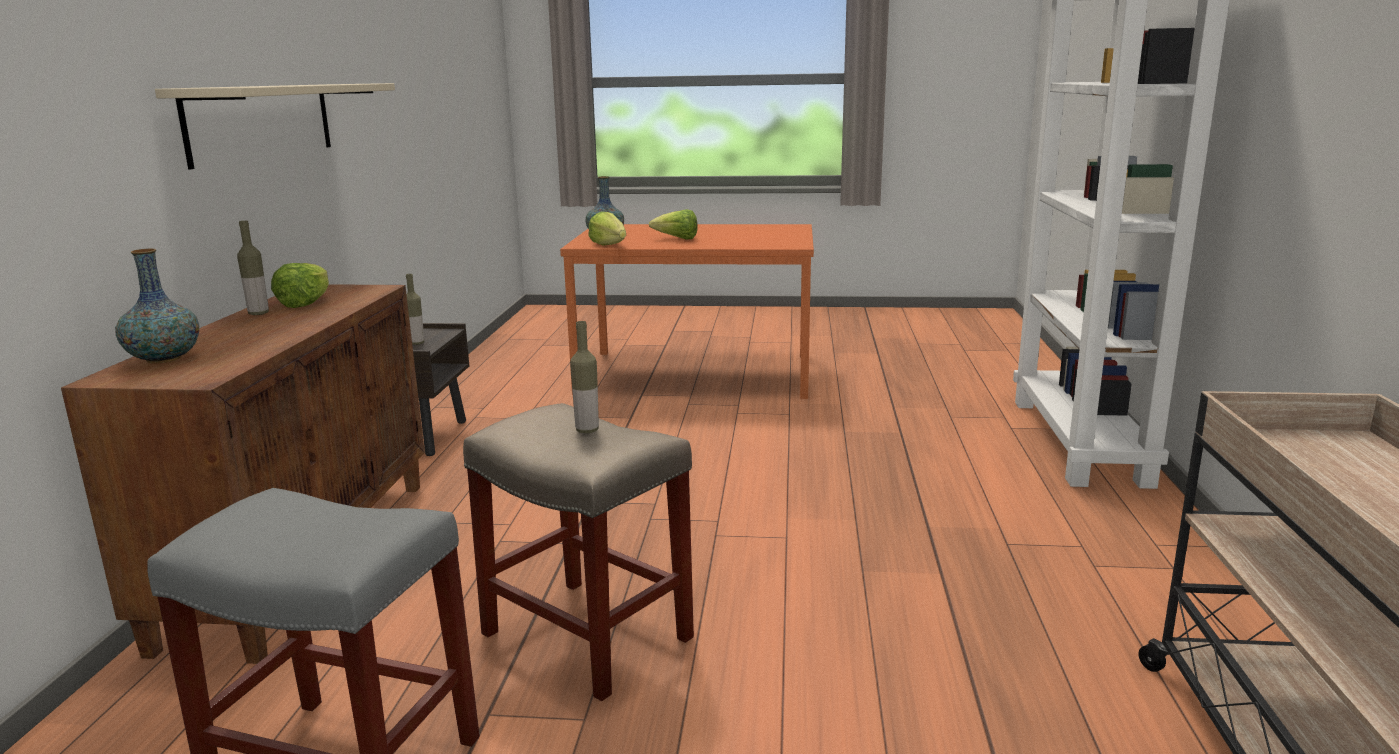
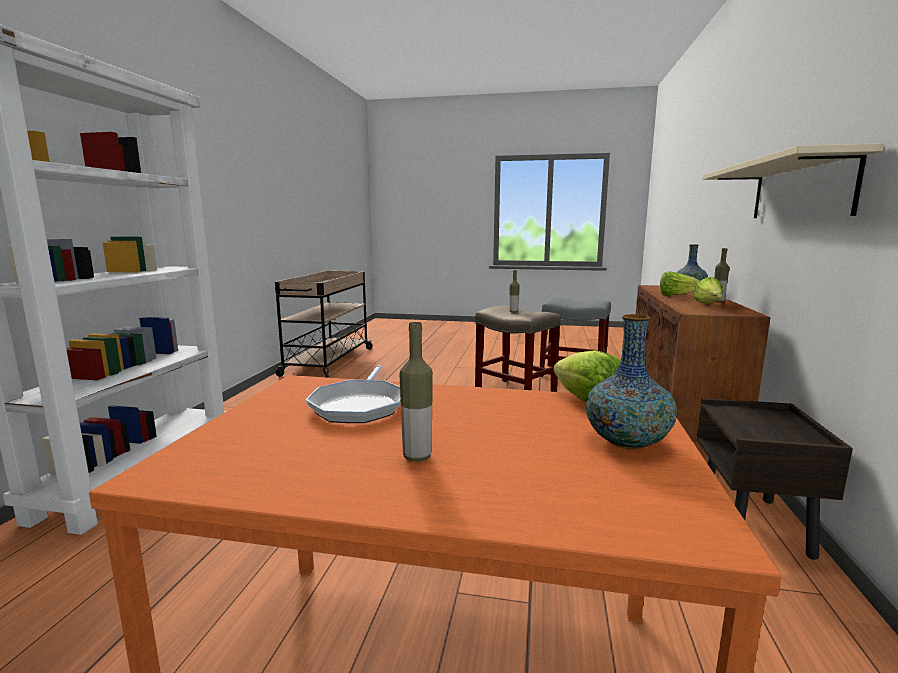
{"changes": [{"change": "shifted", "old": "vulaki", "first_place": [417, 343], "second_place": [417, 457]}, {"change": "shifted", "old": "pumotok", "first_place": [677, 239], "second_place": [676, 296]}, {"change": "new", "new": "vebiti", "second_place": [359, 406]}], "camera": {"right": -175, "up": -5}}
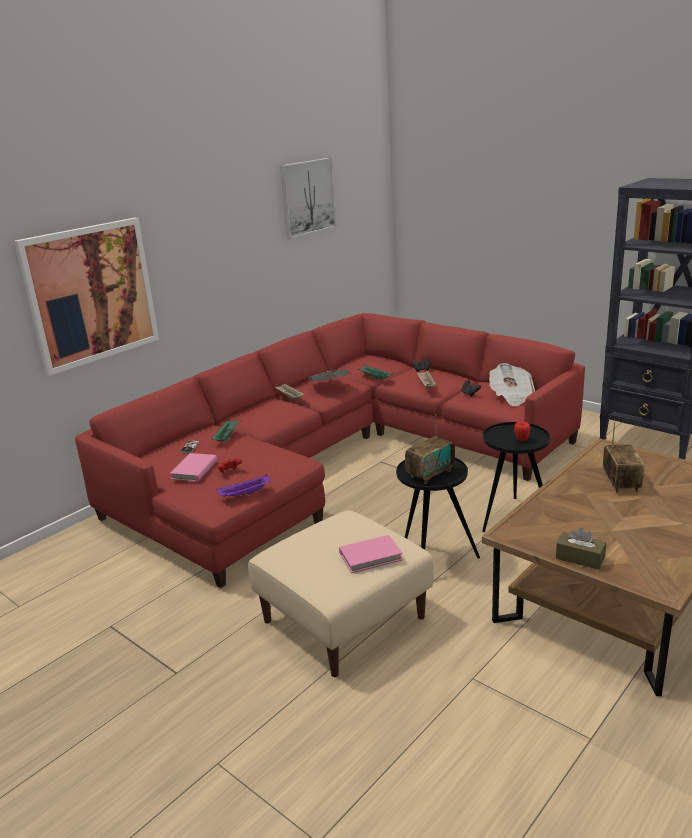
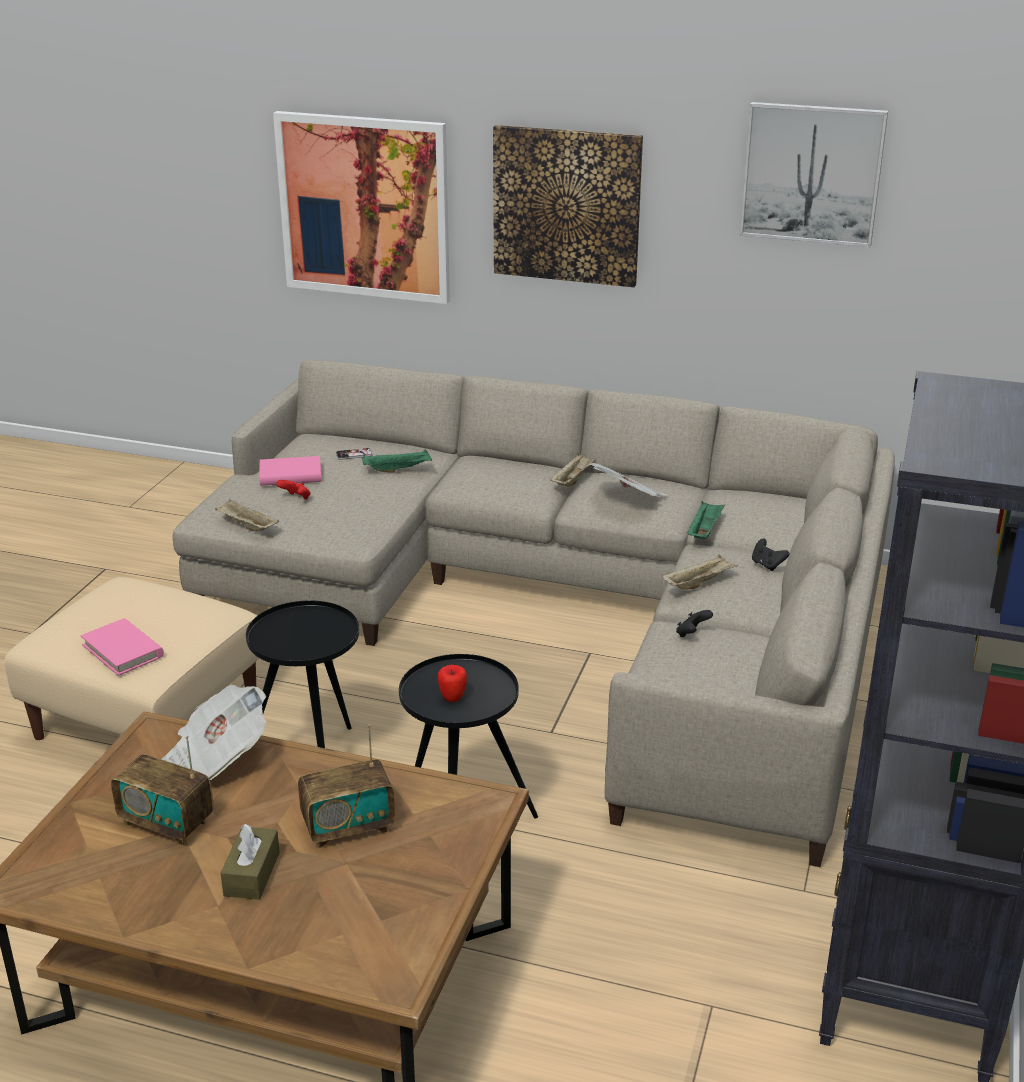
{"changes": [{"change": "repainted", "old": "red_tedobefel", "new": "beige_tedobefel", "first_place": [334, 460], "second_place": [566, 610]}, {"change": "repainted", "old": "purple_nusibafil", "new": "beige_nusibafil", "first_place": [244, 494], "second_place": [246, 526]}, {"change": "shifted", "old": "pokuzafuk", "first_place": [430, 474], "second_place": [167, 823]}, {"change": "shifted", "old": "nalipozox", "first_place": [511, 397], "second_place": [215, 759]}, {"change": "shifted", "old": "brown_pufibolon", "first_place": [580, 558], "second_place": [252, 874]}, {"change": "new", "new": "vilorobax", "second_place": [566, 205]}], "camera": {"right": 65, "up": 5}}
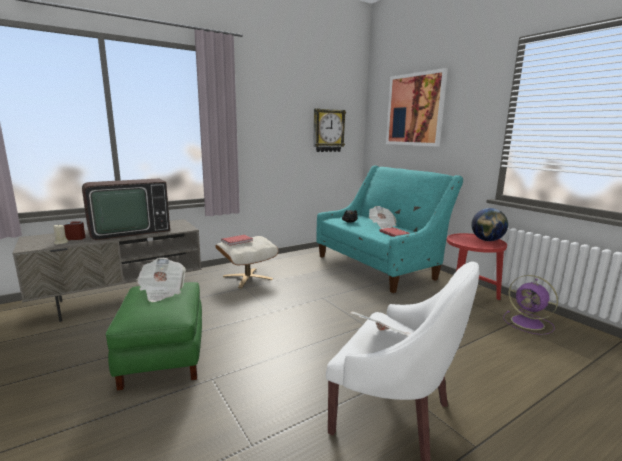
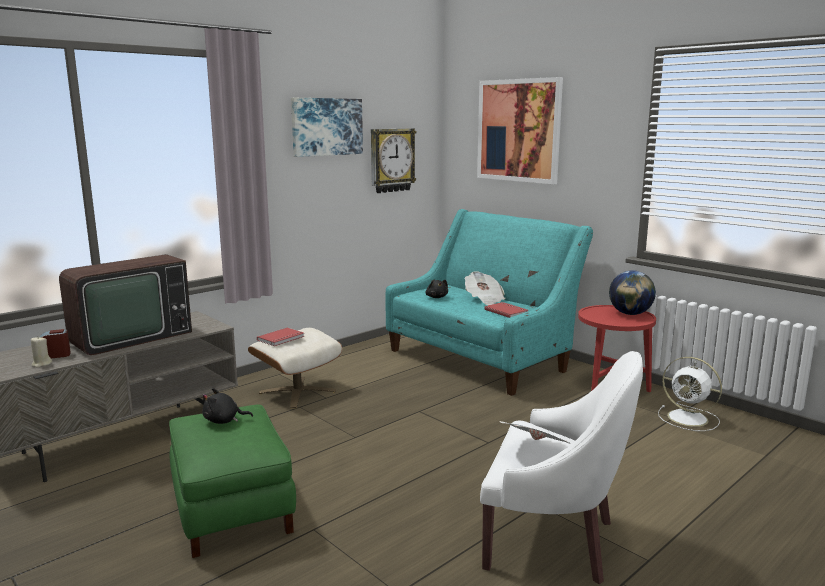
{"changes": [{"change": "swapped", "old": "nalipozox", "new": "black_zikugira", "first_place": [162, 291], "second_place": [224, 421]}, {"change": "repainted", "old": "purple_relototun", "new": "white_relototun", "first_place": [529, 323], "second_place": [689, 418]}, {"change": "new", "new": "vilorobax", "second_place": [326, 127]}], "camera": {"right": -10, "up": 0}}
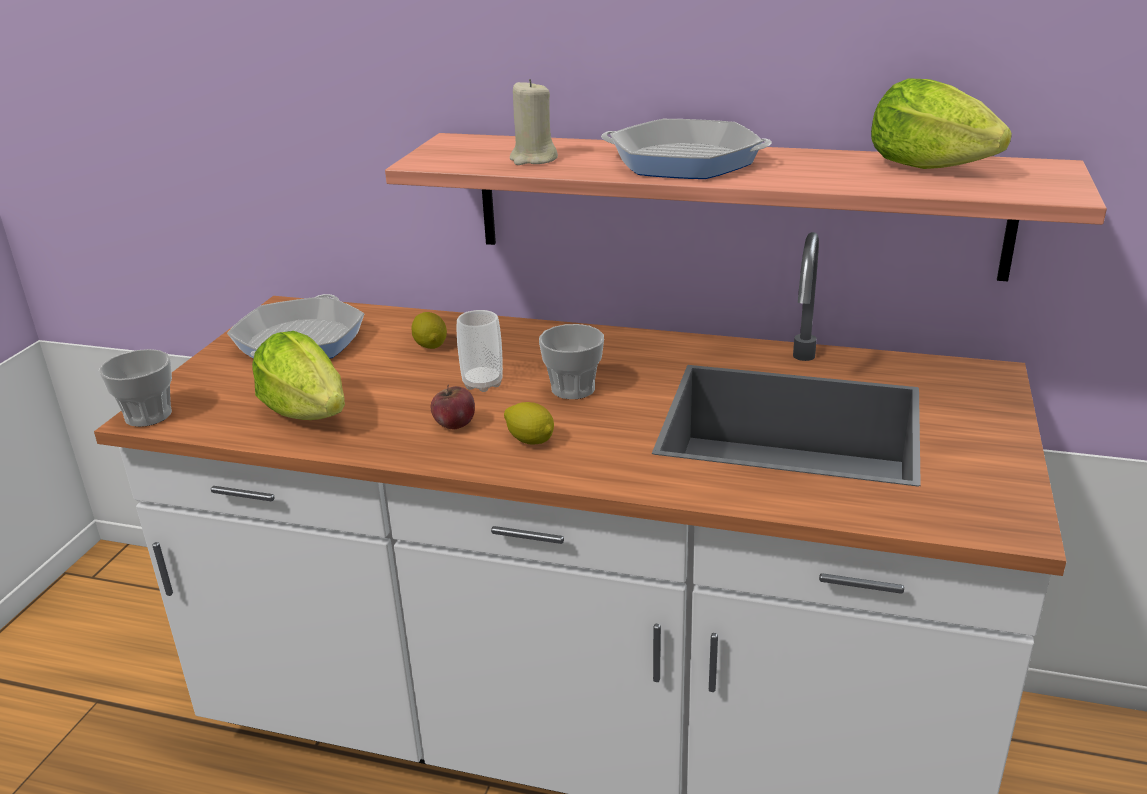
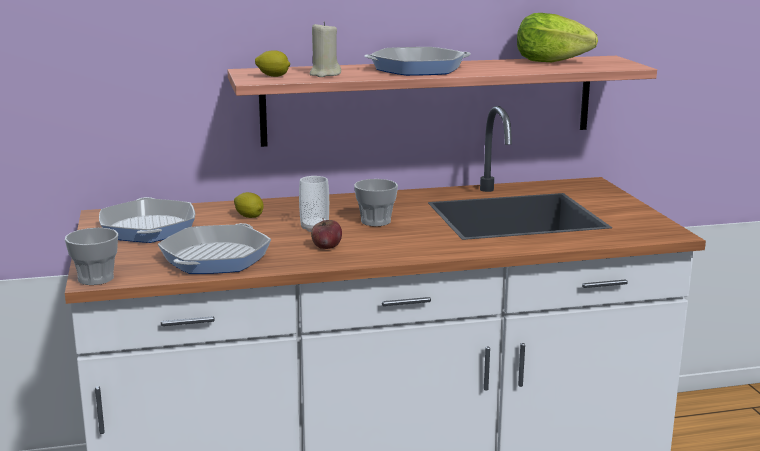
{"changes": [{"change": "swapped", "old": "pumotok", "new": "vebiti", "first_place": [307, 412], "second_place": [215, 258]}, {"change": "shifted", "old": "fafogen", "first_place": [530, 440], "second_place": [273, 76]}], "camera": {"right": -30, "up": -10}}
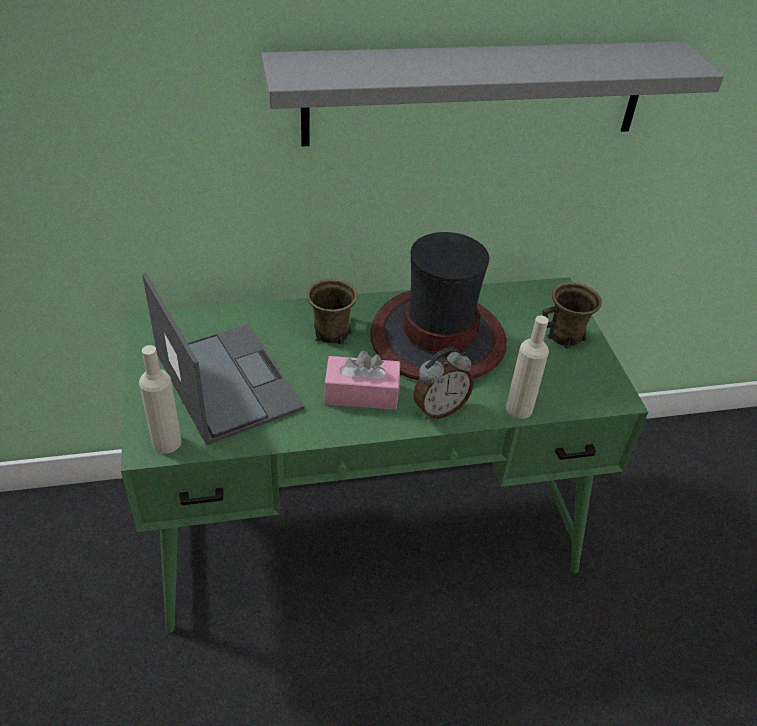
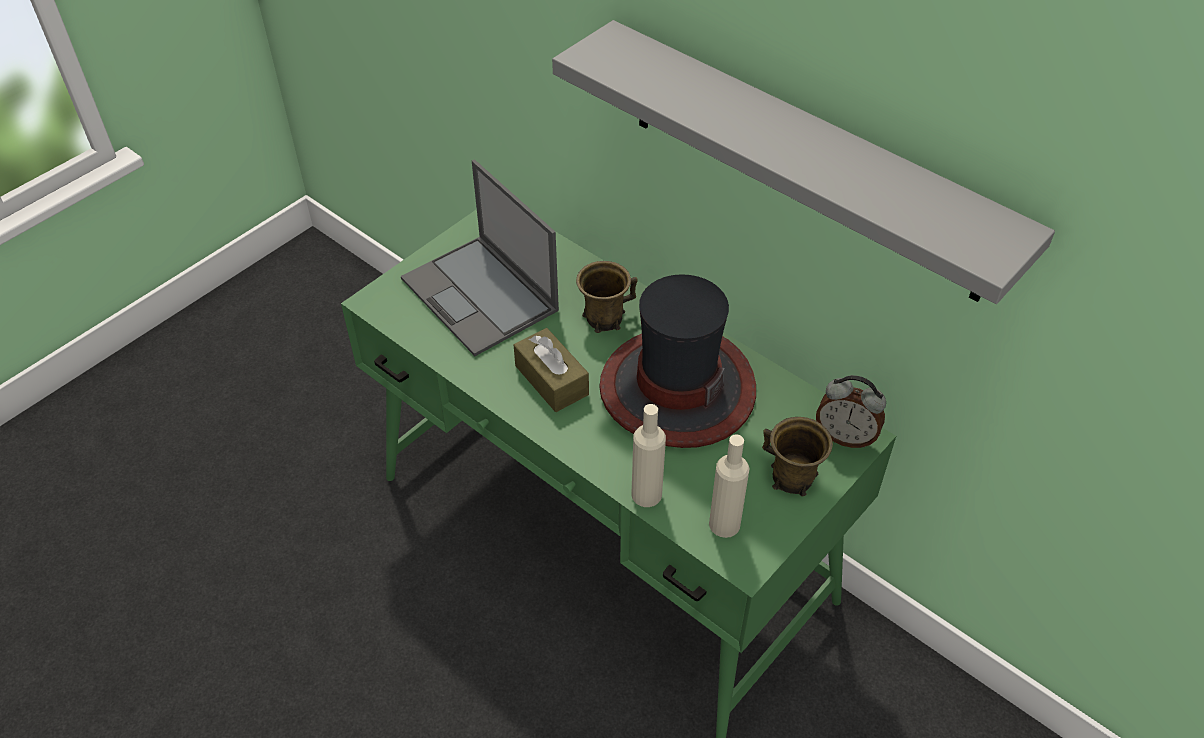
{"changes": [{"change": "shifted", "old": "beige_vulaki", "first_place": [166, 442], "second_place": [724, 524]}, {"change": "rotated", "old": "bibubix", "first_place": [226, 381], "second_place": [481, 295], "degrees": 120}, {"change": "repainted", "old": "pink_pufibolon", "new": "brown_pufibolon", "first_place": [361, 393], "second_place": [551, 380]}, {"change": "shifted", "old": "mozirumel", "first_place": [439, 409], "second_place": [845, 436]}], "camera": {"right": 55, "up": 5}}
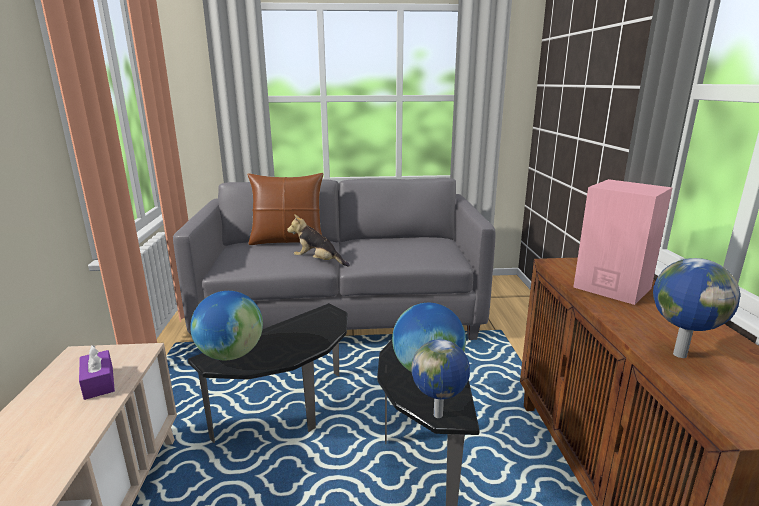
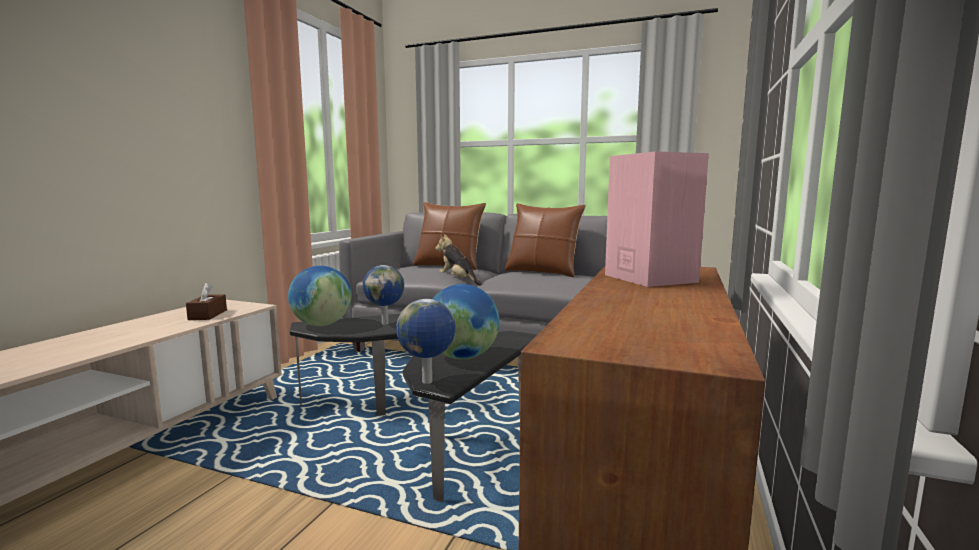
{"changes": [{"change": "repainted", "old": "purple_pufibolon", "new": "brown_pufibolon", "first_place": [99, 382], "second_place": [208, 315]}, {"change": "shifted", "old": "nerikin", "first_place": [678, 354], "second_place": [385, 323]}, {"change": "new", "new": "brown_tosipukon", "second_place": [542, 272]}], "camera": {"right": 25, "up": -10}}
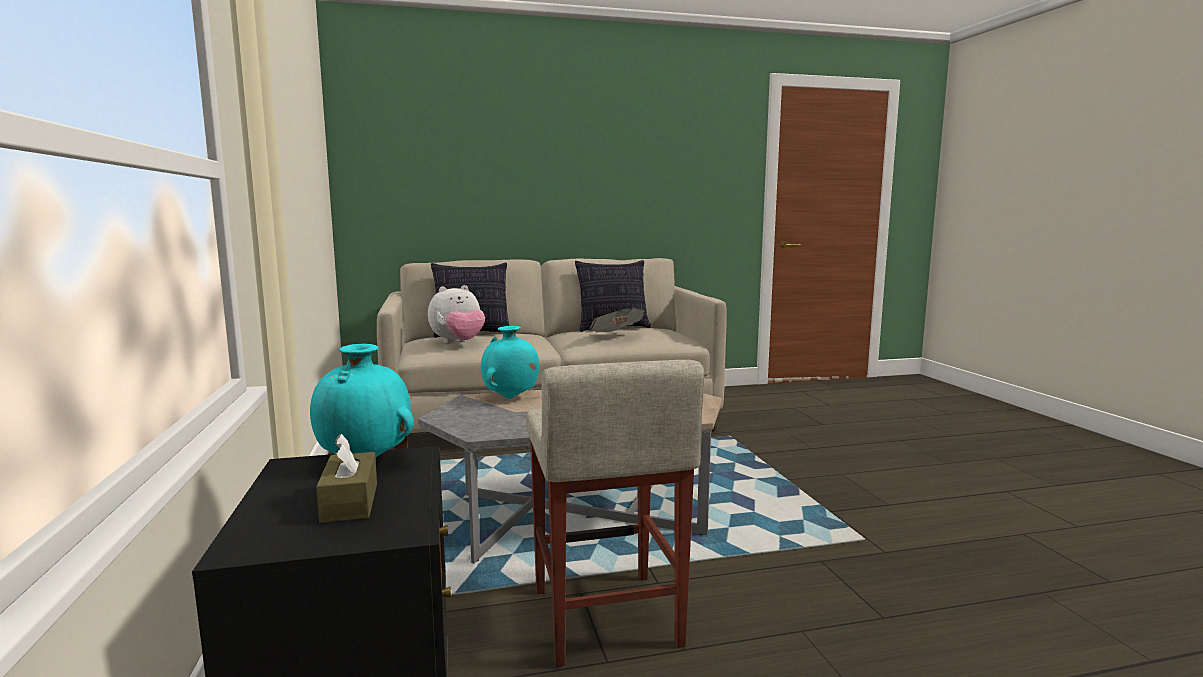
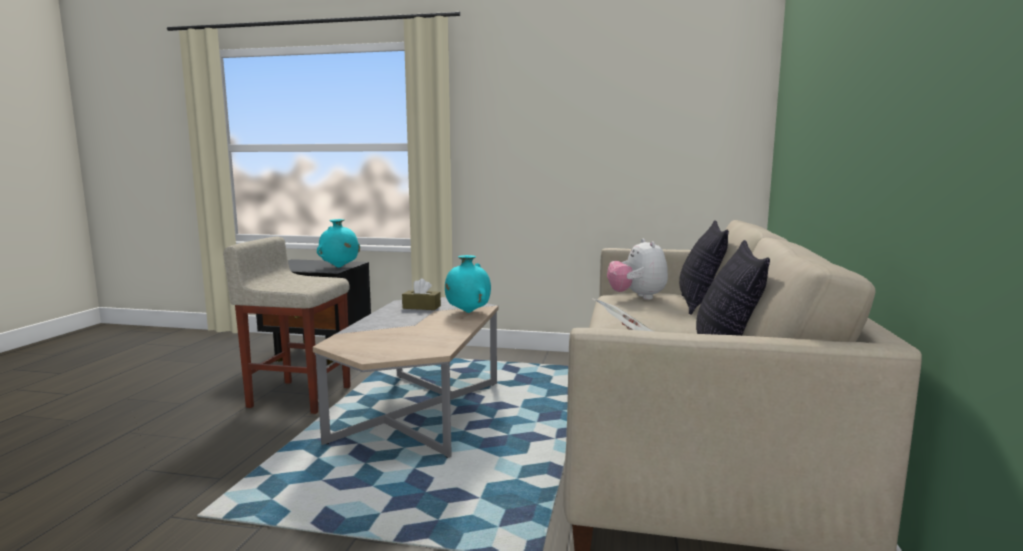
{"changes": [{"change": "shifted", "old": "brown_pufibolon", "first_place": [350, 502], "second_place": [421, 307]}], "camera": {"right": 115, "up": 0}}
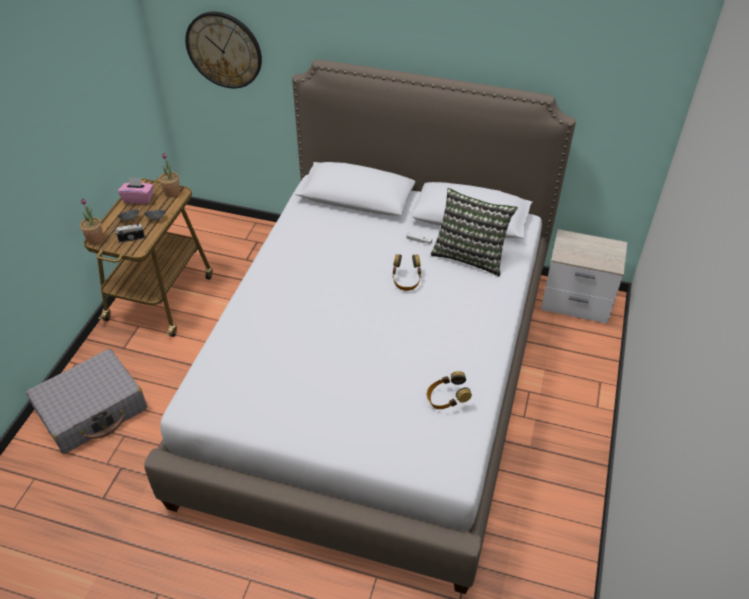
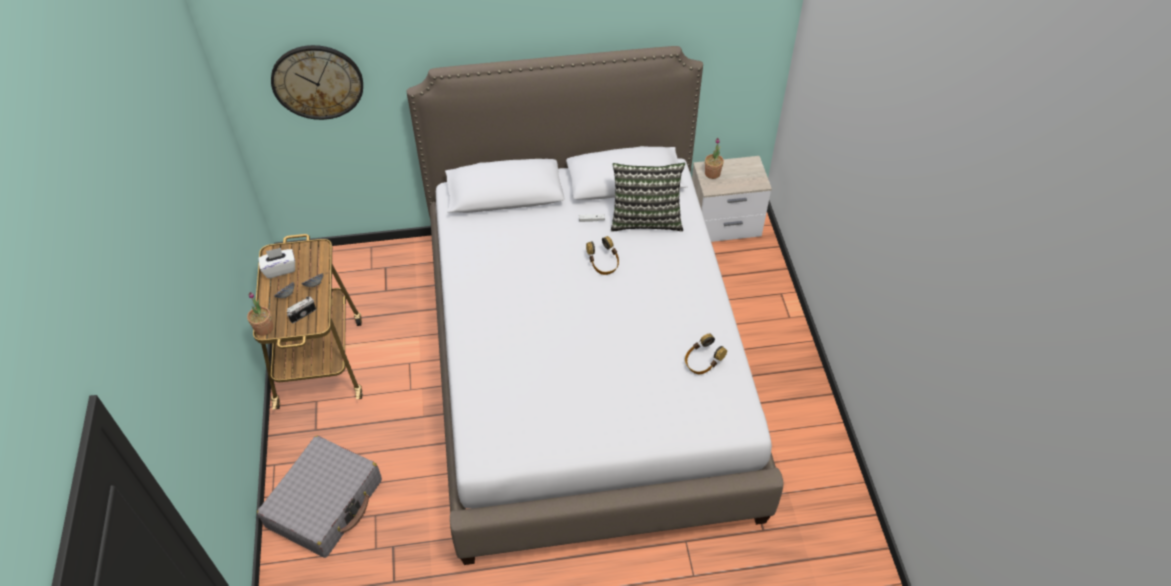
{"changes": [{"change": "repainted", "old": "pink_pufibolon", "new": "white_pufibolon", "first_place": [139, 199], "second_place": [280, 269]}, {"change": "shifted", "old": "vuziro", "first_place": [172, 192], "second_place": [712, 173]}], "camera": {"right": -25, "up": 5}}
